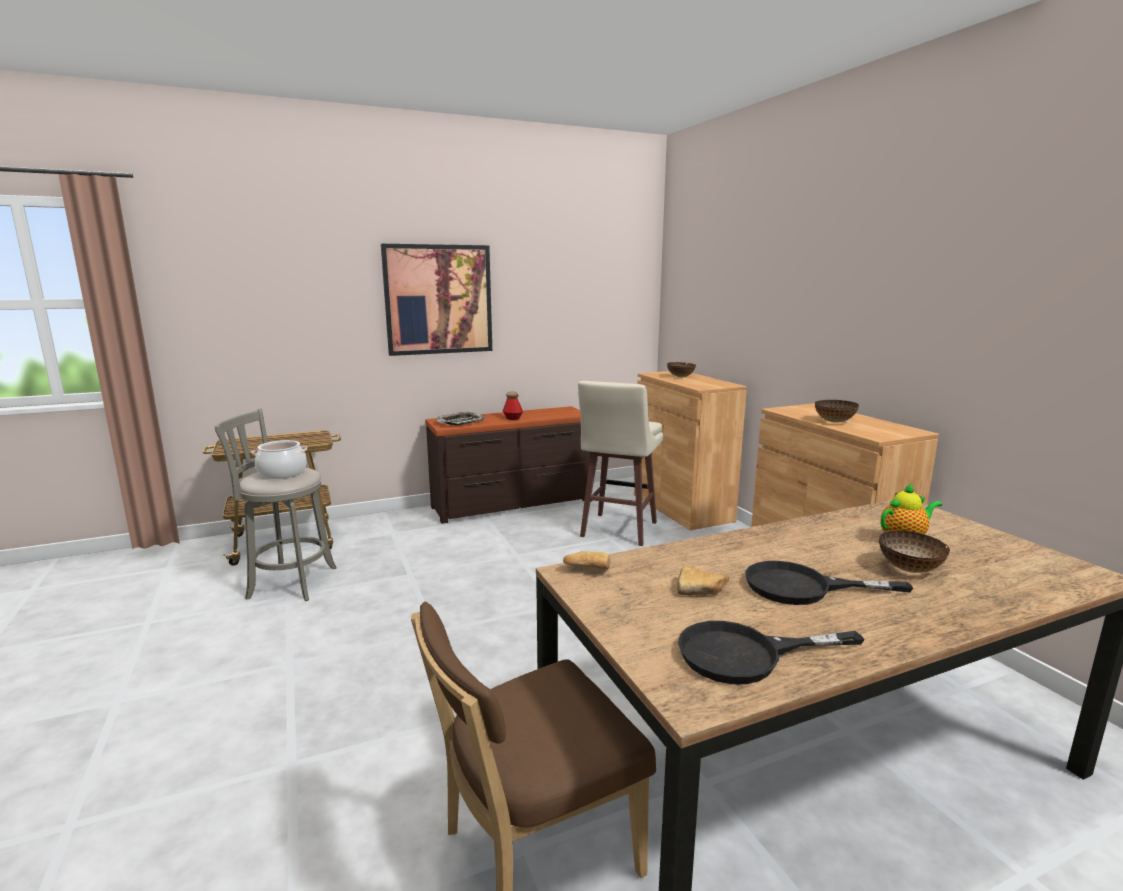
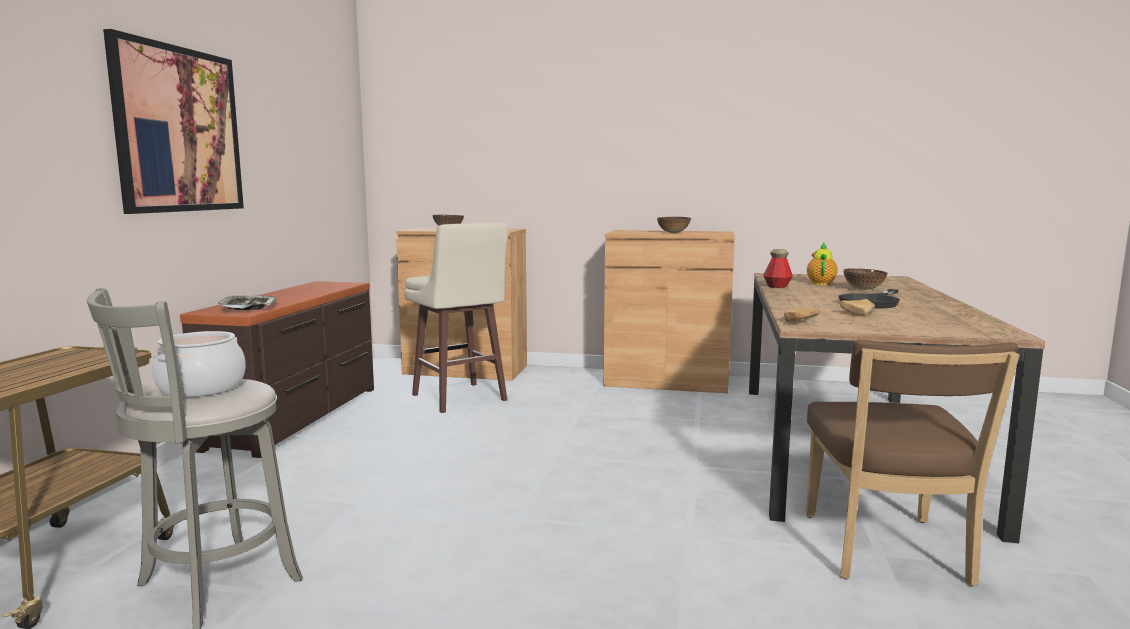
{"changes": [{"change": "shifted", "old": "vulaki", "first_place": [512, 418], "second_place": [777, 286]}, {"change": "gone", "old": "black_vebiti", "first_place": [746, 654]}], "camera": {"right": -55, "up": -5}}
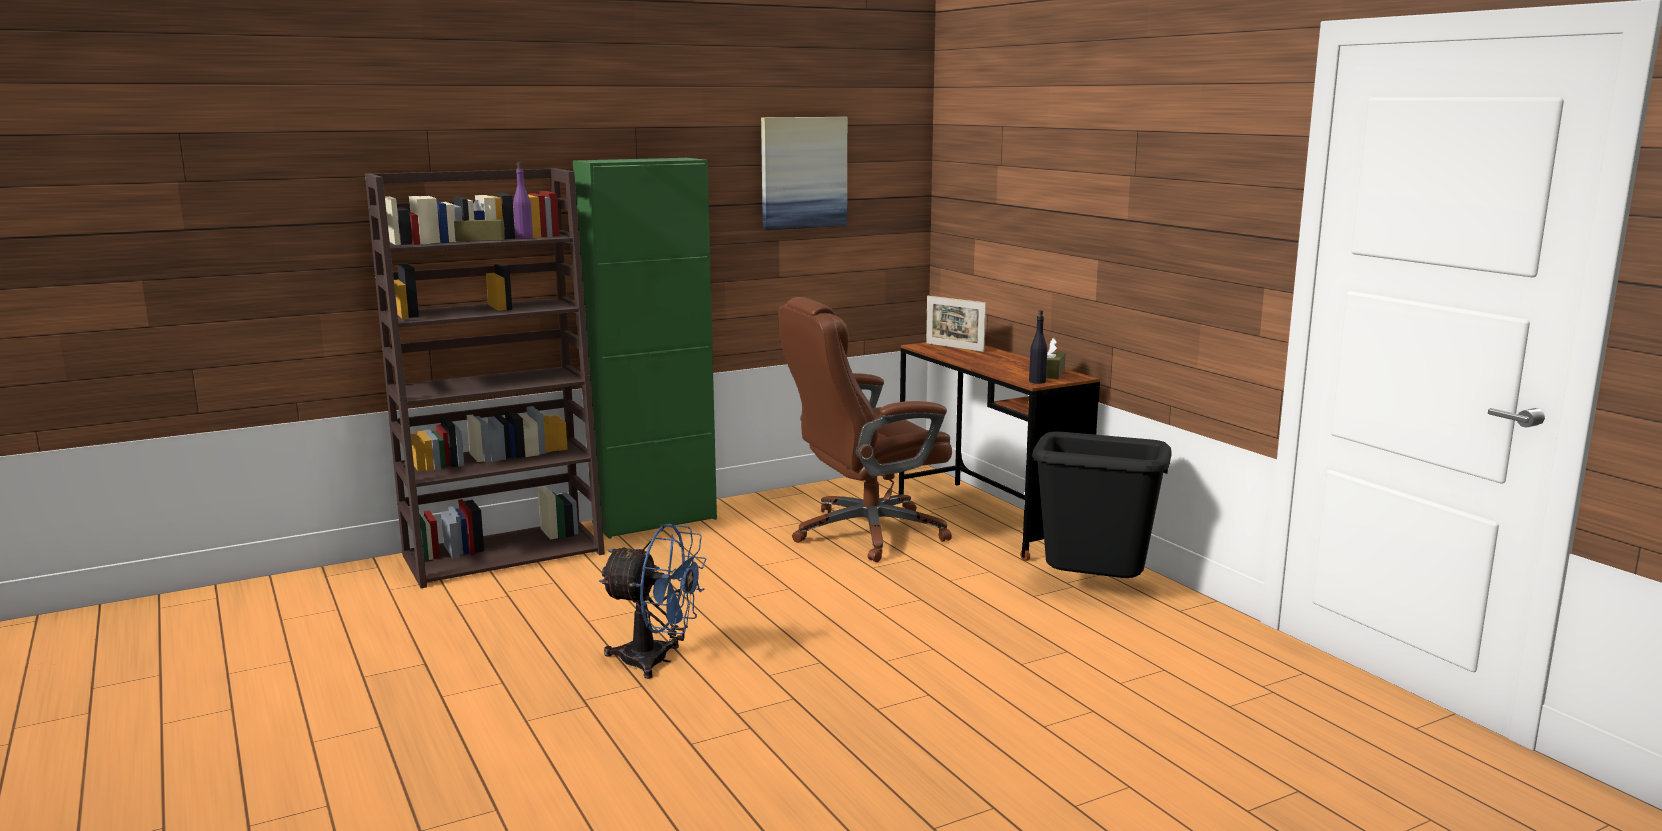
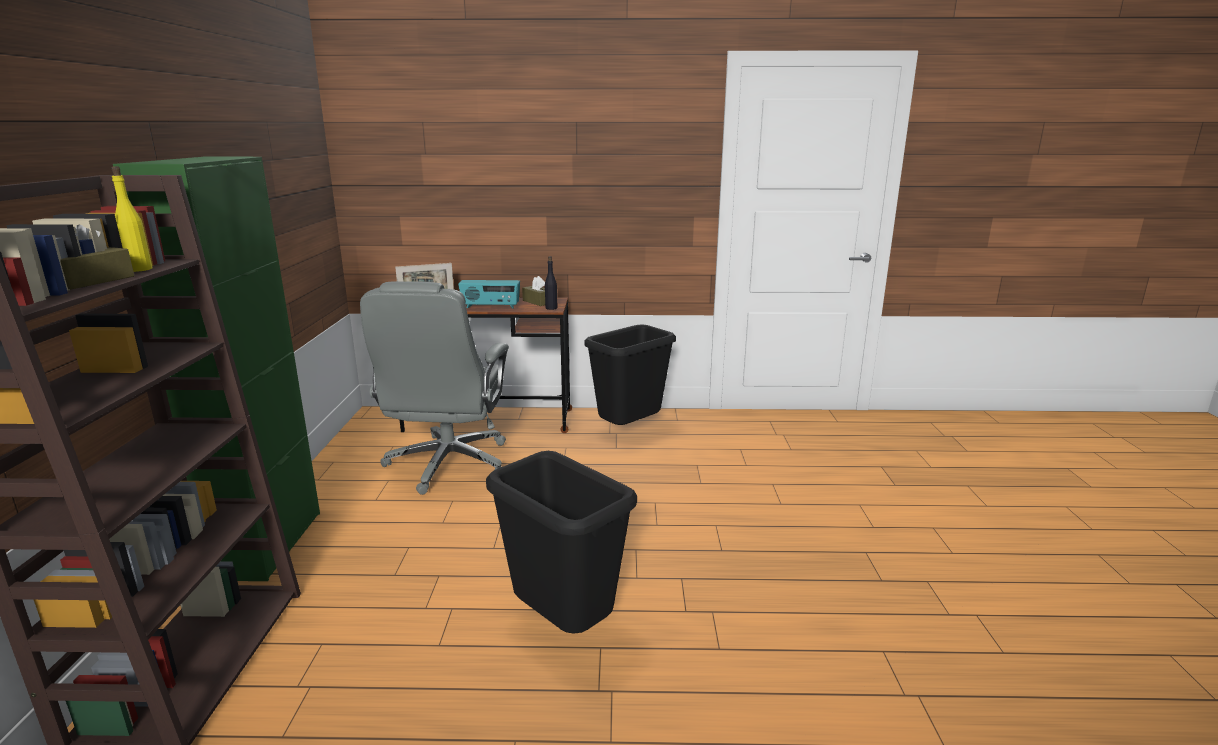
{"changes": [{"change": "repainted", "old": "purple_vulaki", "new": "yellow_vulaki", "first_place": [523, 238], "second_place": [138, 269]}, {"change": "swapped", "old": "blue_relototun", "new": "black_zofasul", "first_place": [657, 661], "second_place": [562, 626]}, {"change": "gone", "old": "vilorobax", "first_place": [803, 172]}, {"change": "repainted", "old": "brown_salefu", "new": "grey_salefu", "first_place": [865, 533], "second_place": [448, 464]}, {"change": "new", "new": "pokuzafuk", "second_place": [490, 307]}], "camera": {"right": -60, "up": 5}}
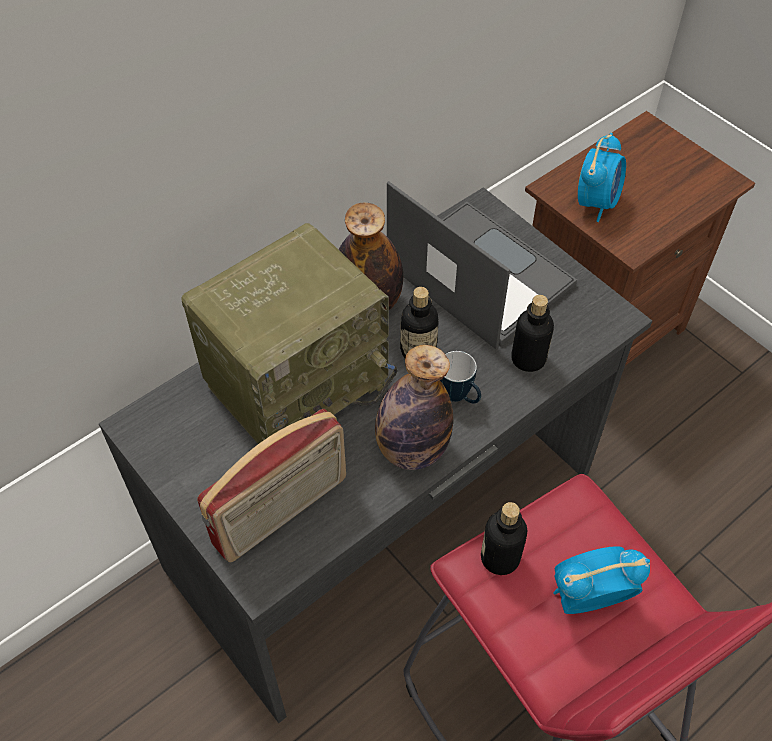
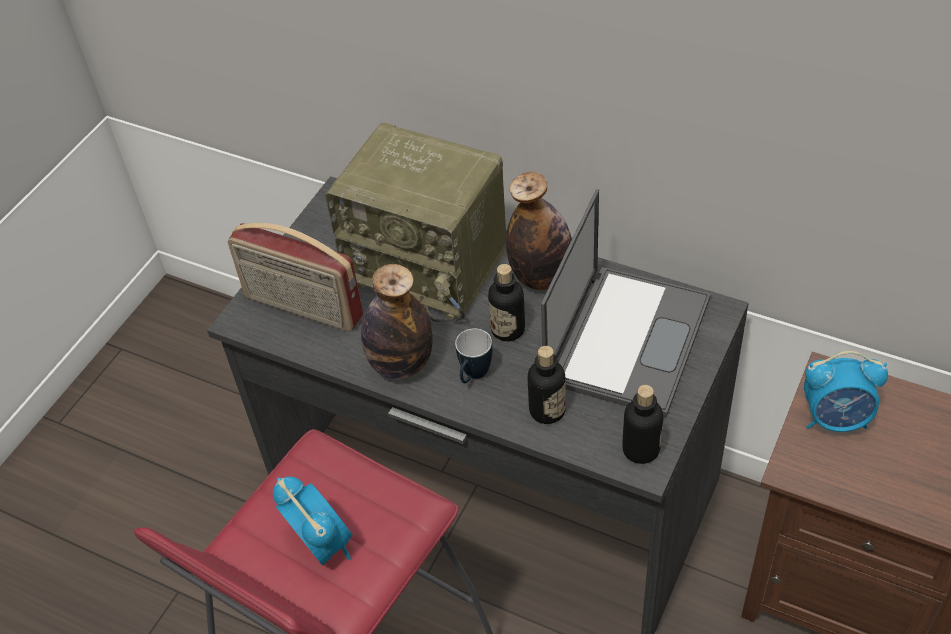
{"changes": [{"change": "shifted", "old": "vulaki", "first_place": [500, 558], "second_place": [641, 449]}], "camera": {"right": 70, "up": -5}}
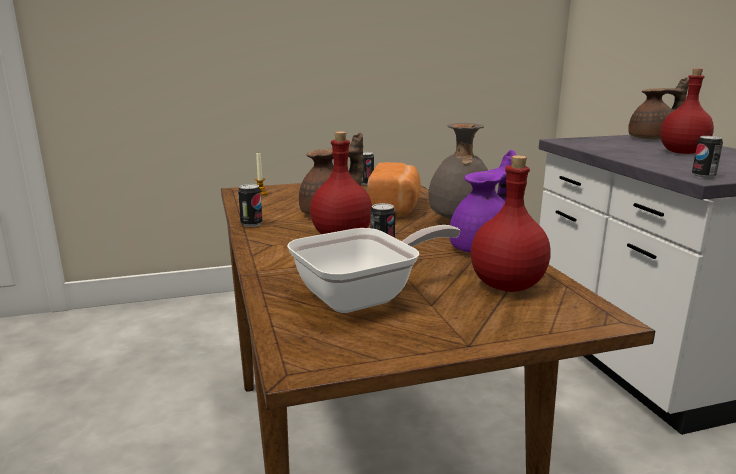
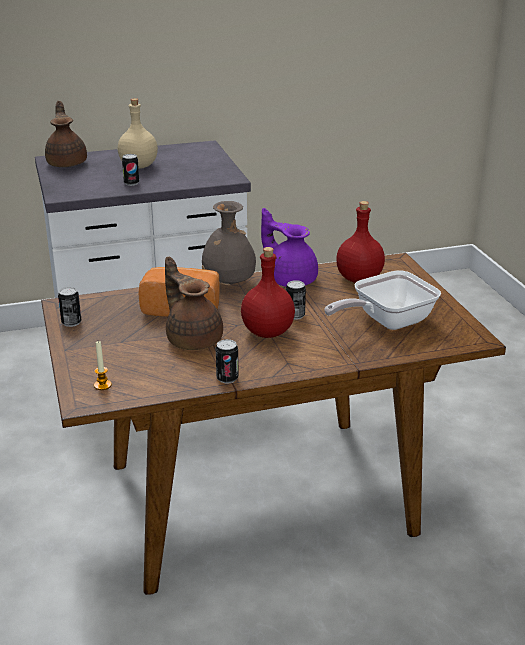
{"changes": [{"change": "rotated", "old": "vebiti", "first_place": [365, 296], "second_place": [386, 322], "degrees": -90}, {"change": "repainted", "old": "red_vulaki", "new": "beige_vulaki", "first_place": [682, 153], "second_place": [139, 166]}, {"change": "shifted", "old": "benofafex", "first_place": [703, 176], "second_place": [131, 183]}], "camera": {"right": -90, "up": 10}}
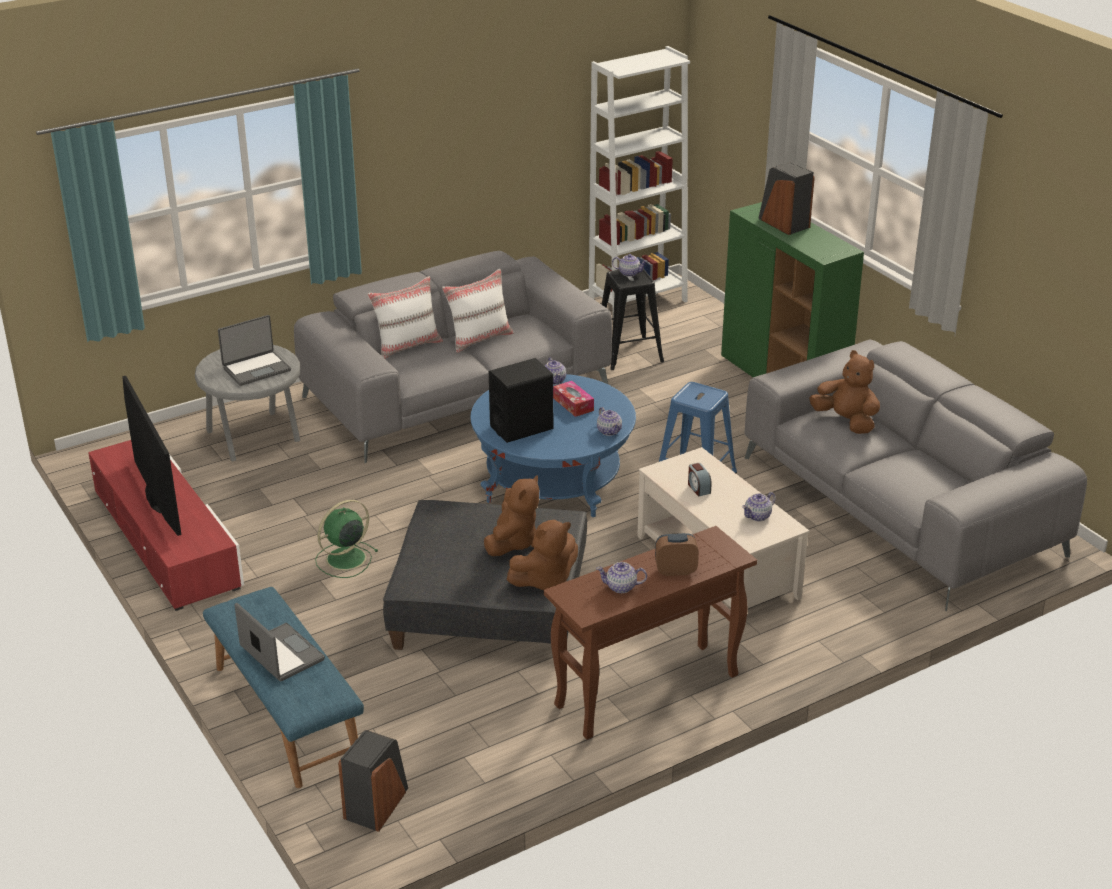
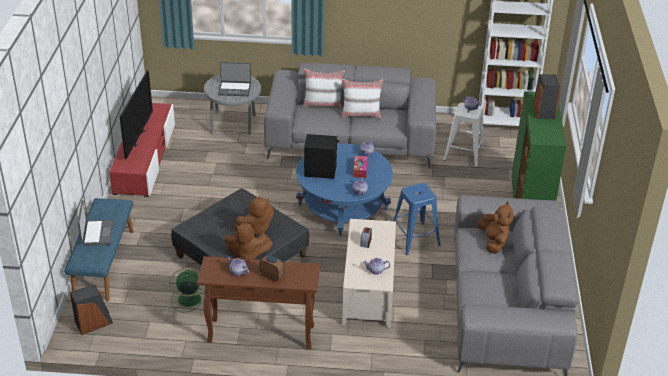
{"changes": [{"change": "shifted", "old": "green_relototun", "first_place": [344, 559], "second_place": [188, 299]}, {"change": "repainted", "old": "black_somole", "new": "white_somole", "first_place": [629, 353], "second_place": [464, 154]}], "camera": {"right": 35, "up": 5}}
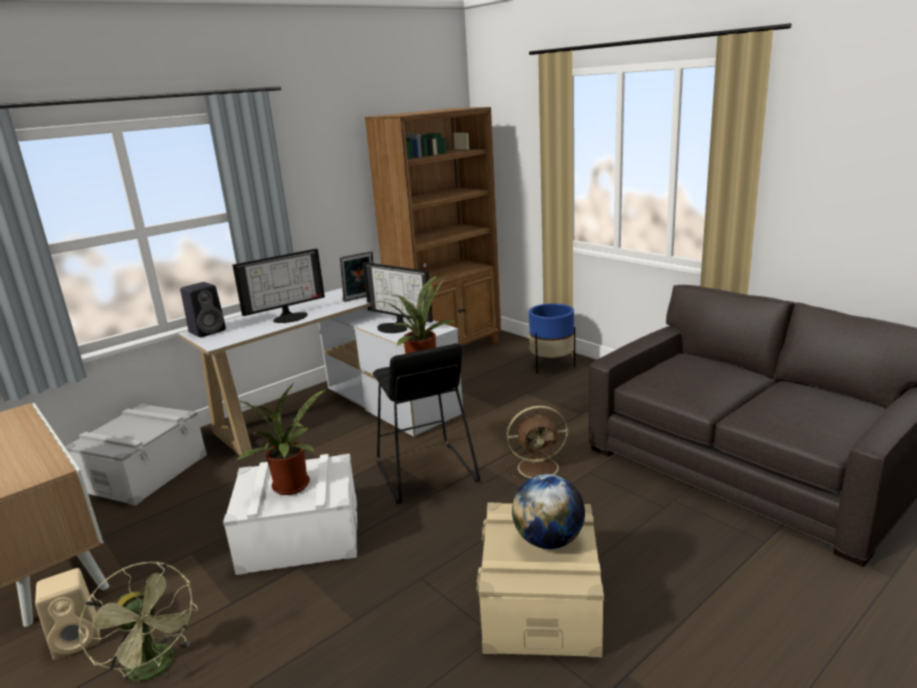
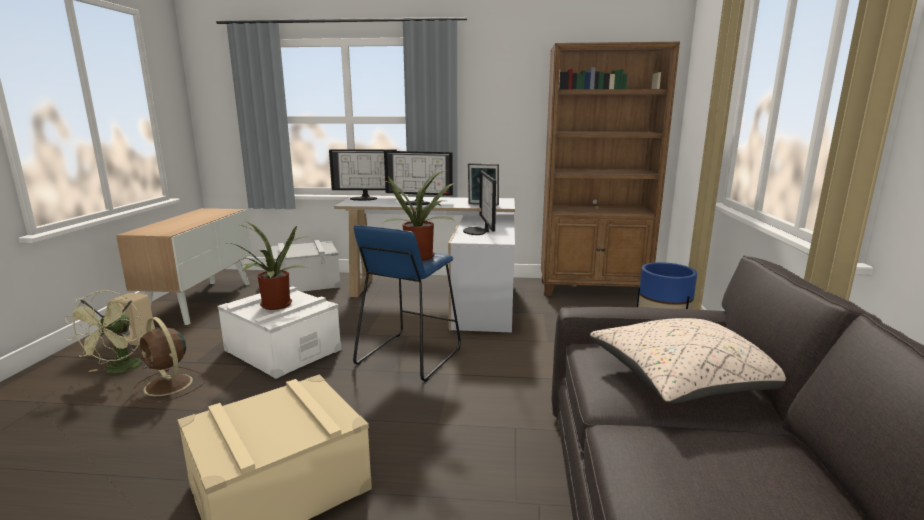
{"changes": [{"change": "swapped", "old": "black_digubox", "new": "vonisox", "first_place": [208, 331], "second_place": [364, 198]}, {"change": "repainted", "old": "black_somole", "new": "blue_somole", "first_place": [425, 473], "second_place": [409, 356]}, {"change": "shifted", "old": "brown_relototun", "first_place": [540, 467], "second_place": [169, 386]}, {"change": "gone", "old": "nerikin", "first_place": [548, 541]}, {"change": "new", "new": "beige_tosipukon", "second_place": [680, 381]}], "camera": {"right": 45, "up": -5}}
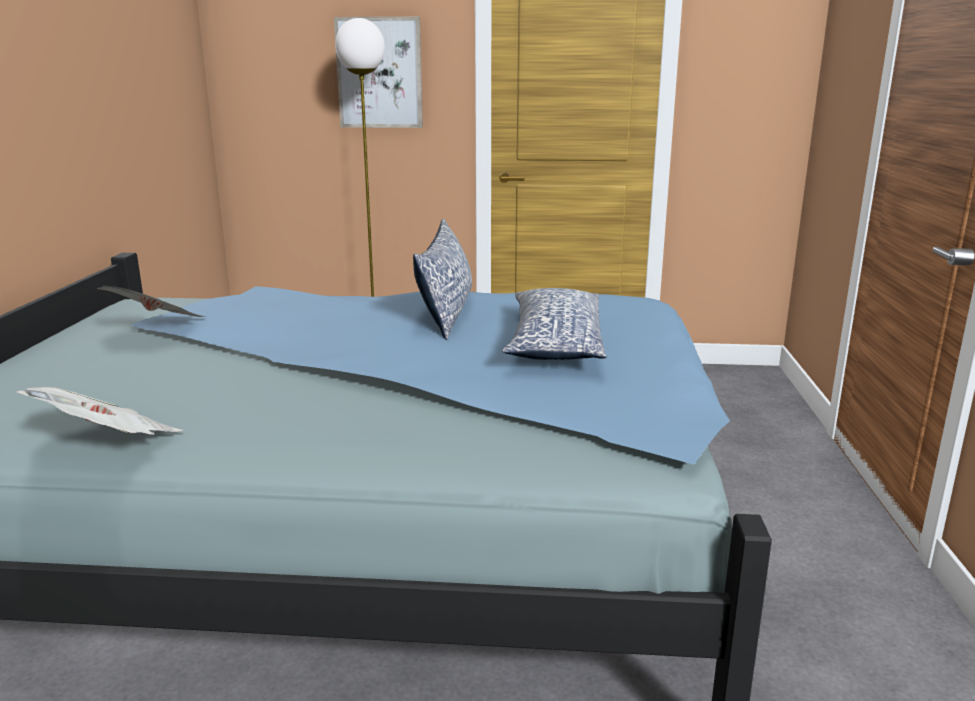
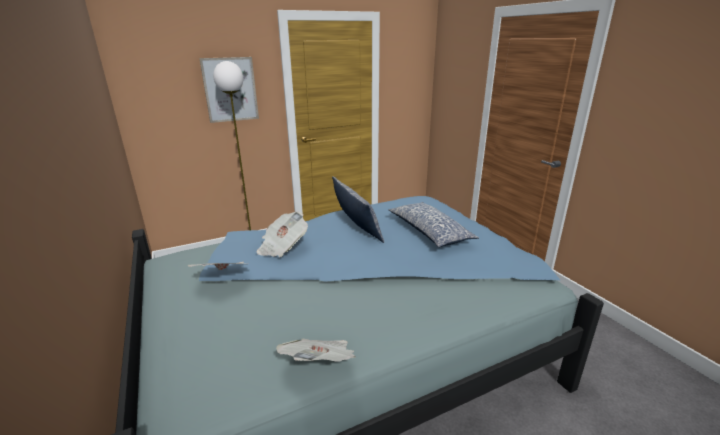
{"changes": [{"change": "new", "new": "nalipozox", "second_place": [282, 247]}], "camera": {"right": -30, "up": 5}}
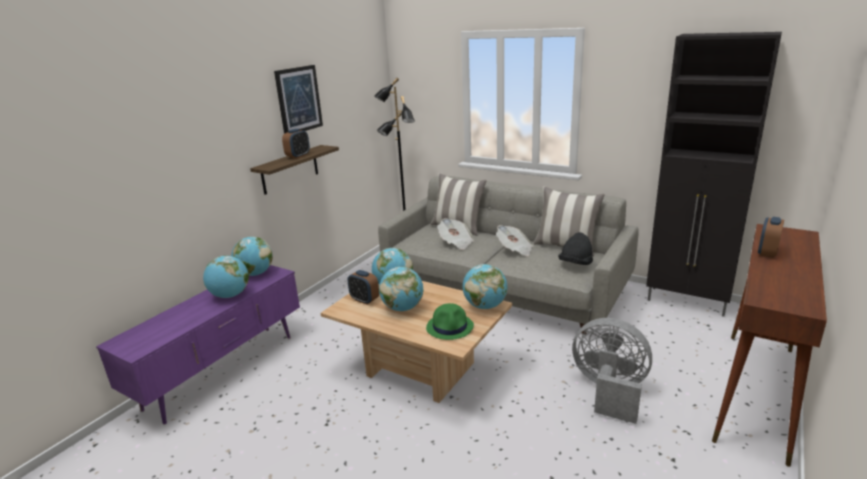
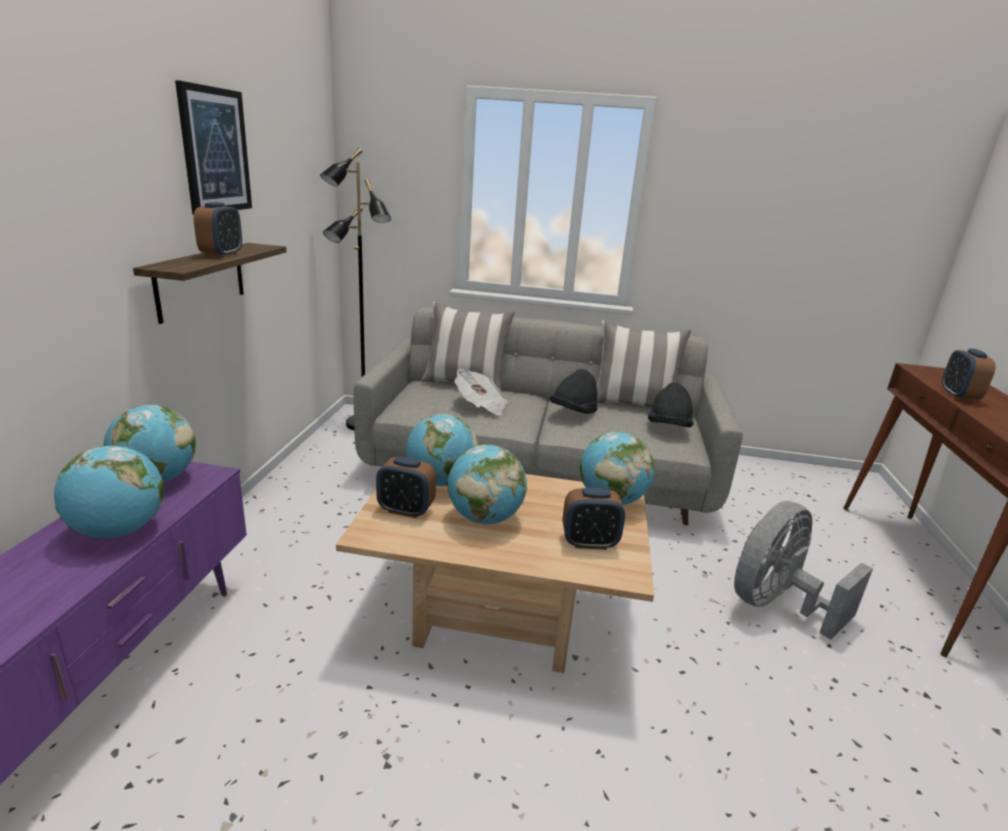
{"changes": [{"change": "swapped", "old": "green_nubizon", "new": "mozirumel", "first_place": [450, 327], "second_place": [589, 542]}, {"change": "swapped", "old": "nalipozox", "new": "black_nubizon", "first_place": [514, 249], "second_place": [573, 412]}, {"change": "rotated", "old": "grey_relototun", "first_place": [609, 391], "second_place": [776, 605], "degrees": -45}, {"change": "gone", "old": "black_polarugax", "first_place": [688, 302]}], "camera": {"right": -25, "up": 0}}
